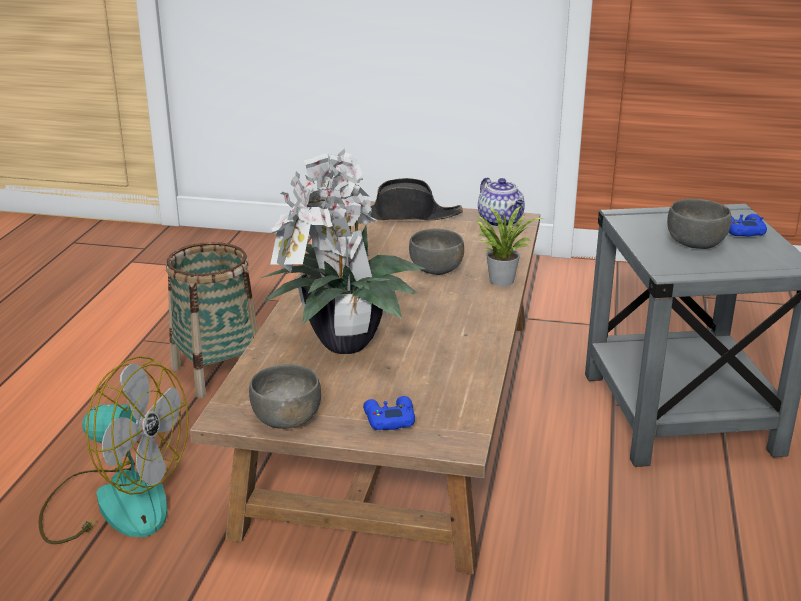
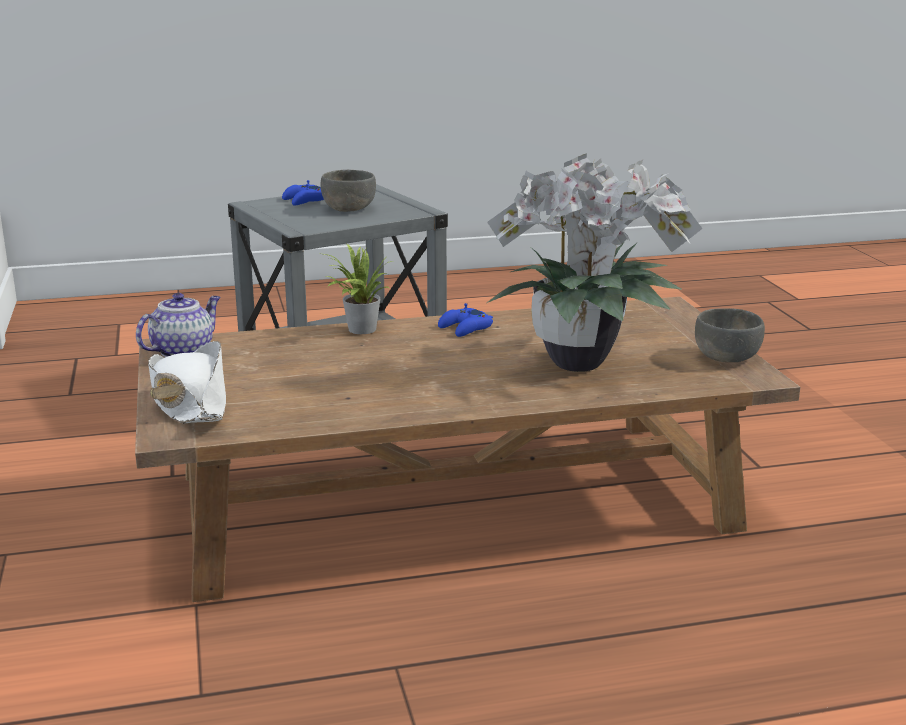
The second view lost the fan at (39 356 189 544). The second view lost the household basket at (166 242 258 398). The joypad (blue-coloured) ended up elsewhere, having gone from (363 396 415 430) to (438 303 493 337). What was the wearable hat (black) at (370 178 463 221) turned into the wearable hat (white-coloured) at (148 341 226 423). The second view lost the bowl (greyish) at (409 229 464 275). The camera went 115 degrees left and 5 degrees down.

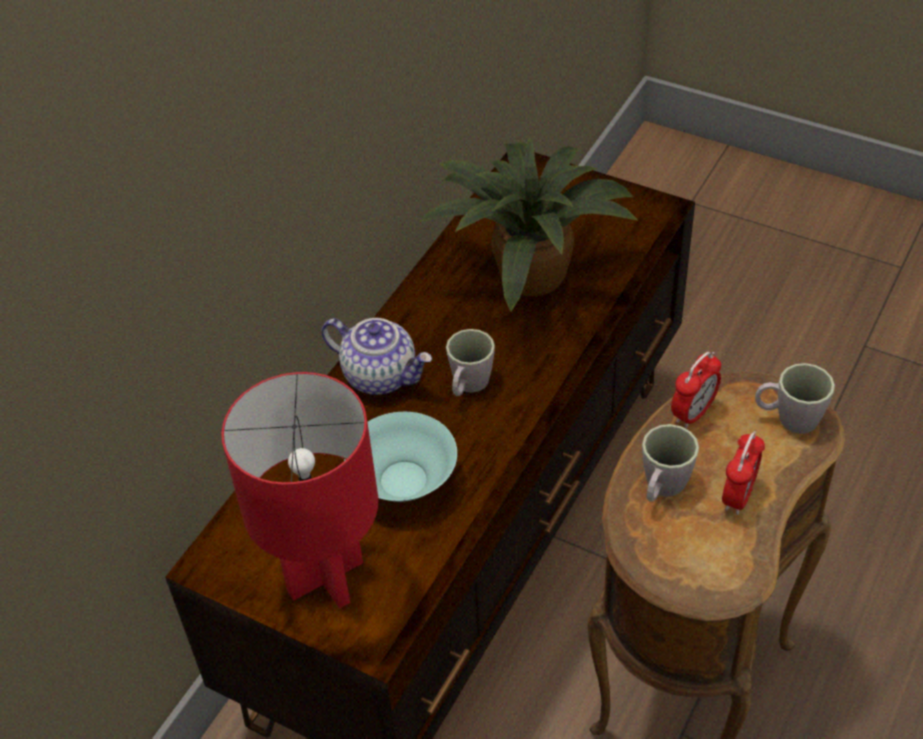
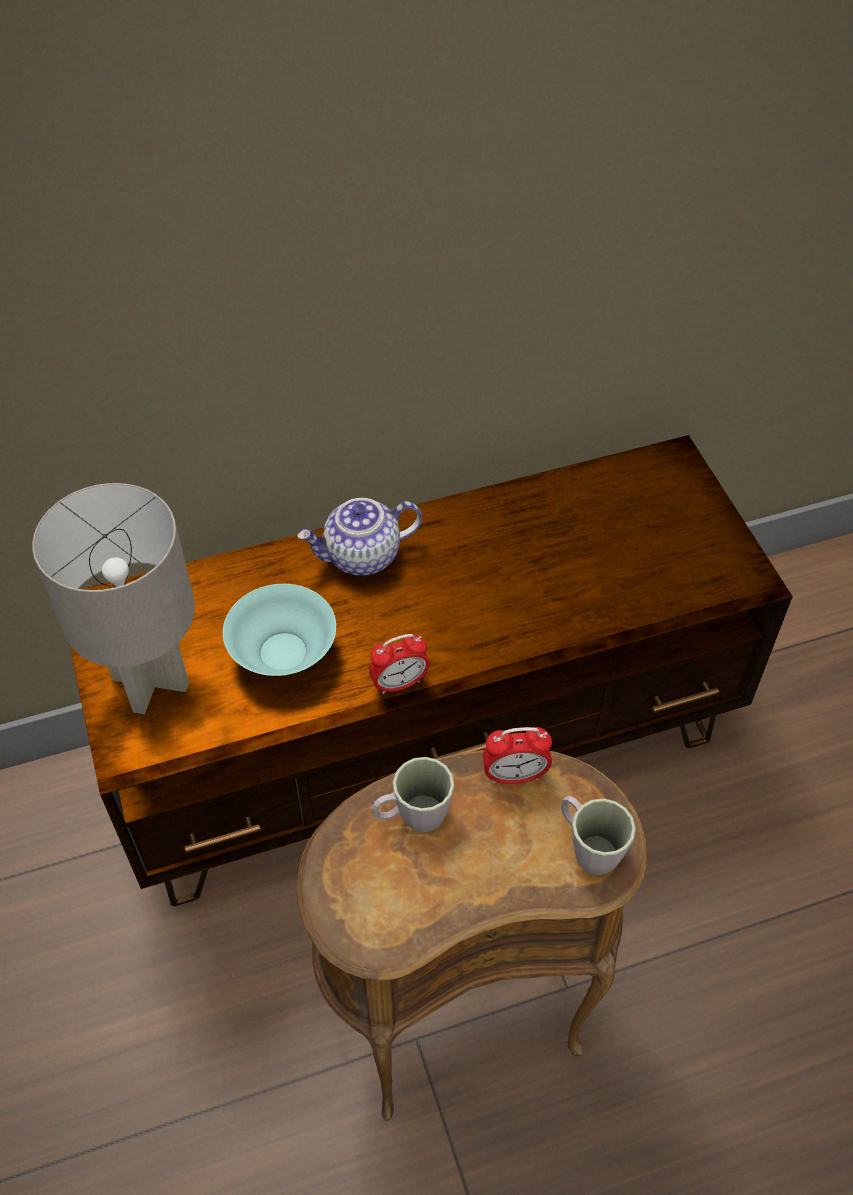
What was the table lamp (red) at (221 372 378 609) turned into the table lamp (greyish) at (32 483 195 714). The teapot at (321 318 432 395) ended up facing another way, 90 degrees clockwise from before. The second view lost the houseplant at (419 138 637 312). The second view lost the coffee mug (greyish) at (446 329 495 396). The table clock ended up elsewhere, having gone from (722 431 765 515) to (369 634 430 694). The camera went 40 degrees right and 5 degrees up.

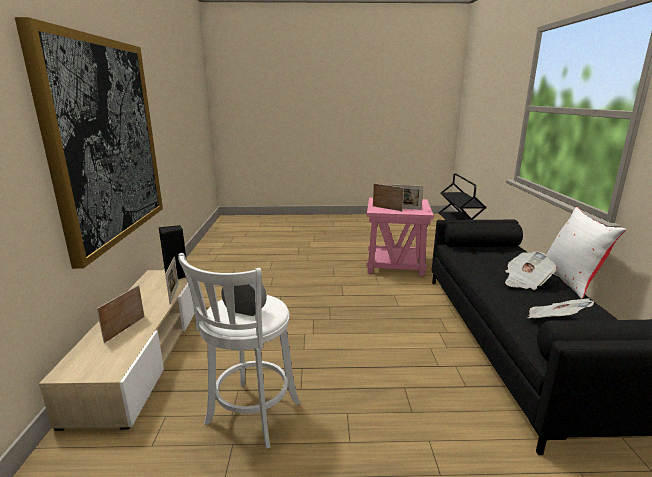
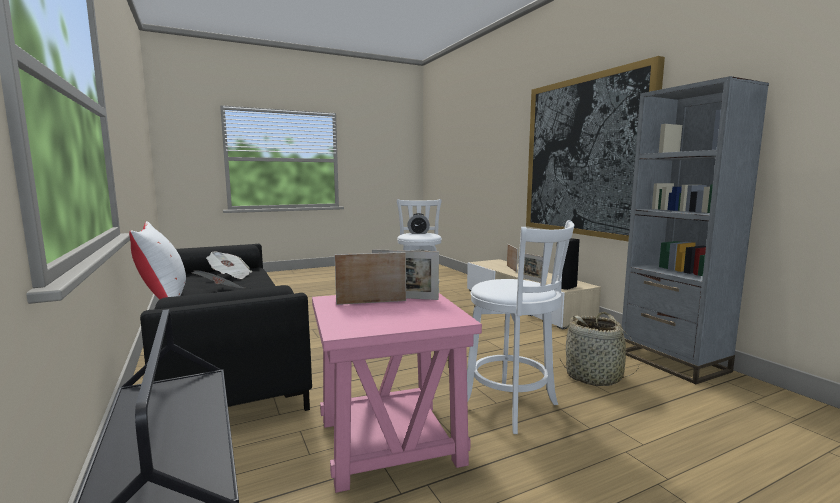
The second view gained the sitting stool (white-coloured) at (467 220 574 434). The second view gained the household basket at (560 312 640 386). The second view gained the shelving unit (greyish) at (622 76 769 384). The camera went 155 degrees right and 10 degrees down.

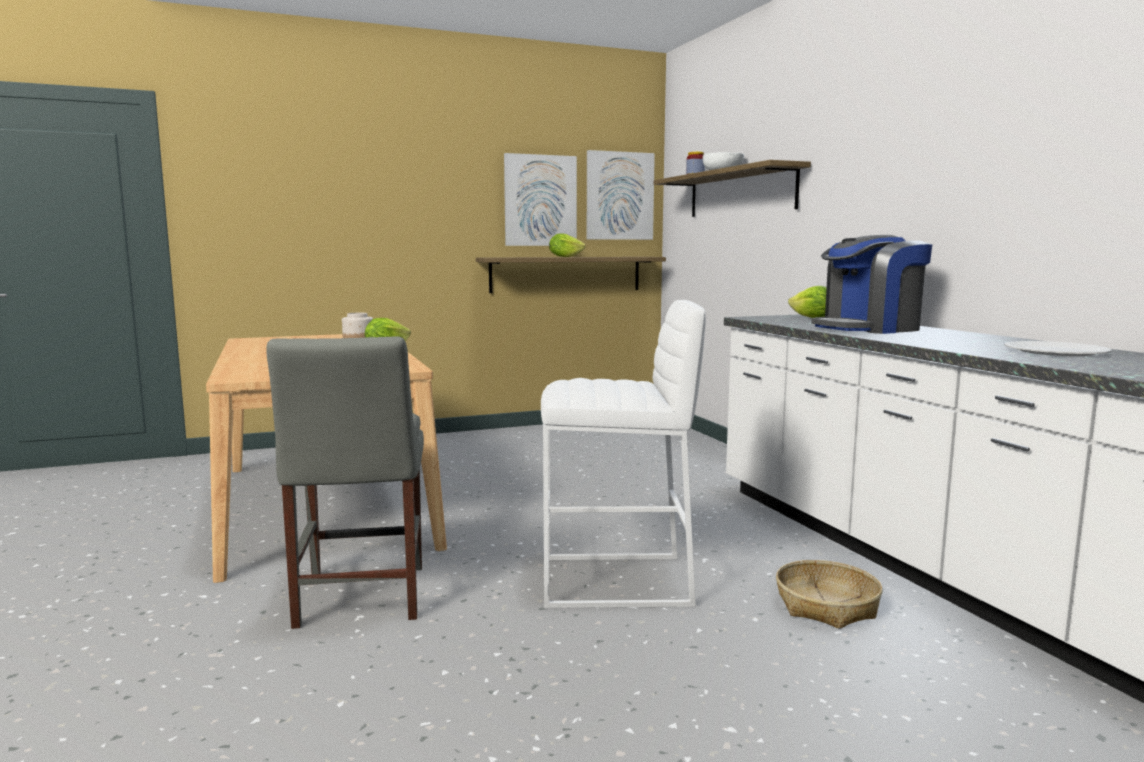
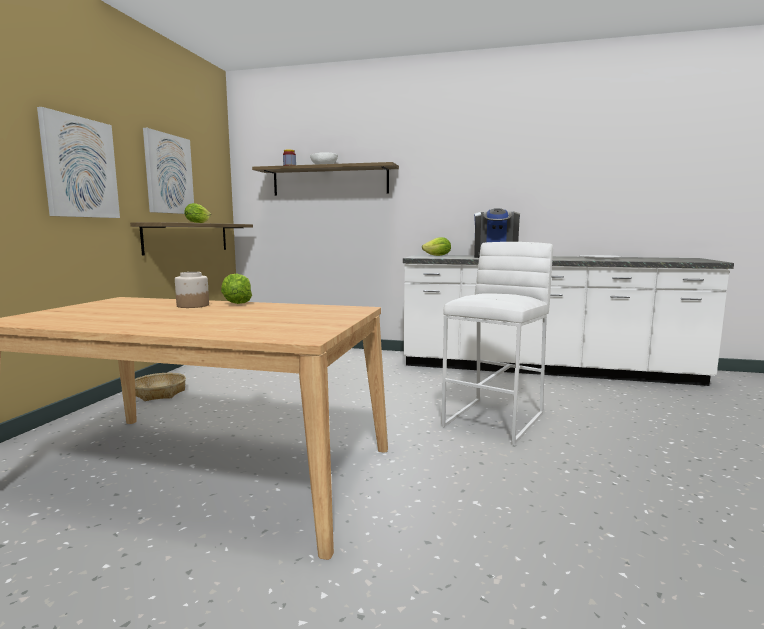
The second view lost the plain chair (greyish) at (266 337 424 629). The wall art ended up elsewhere, having gone from (587 150 655 240) to (37 107 120 218). The household basket ended up elsewhere, having gone from (776 560 883 629) to (135 373 186 401). The camera went 55 degrees left and 0 degrees up.

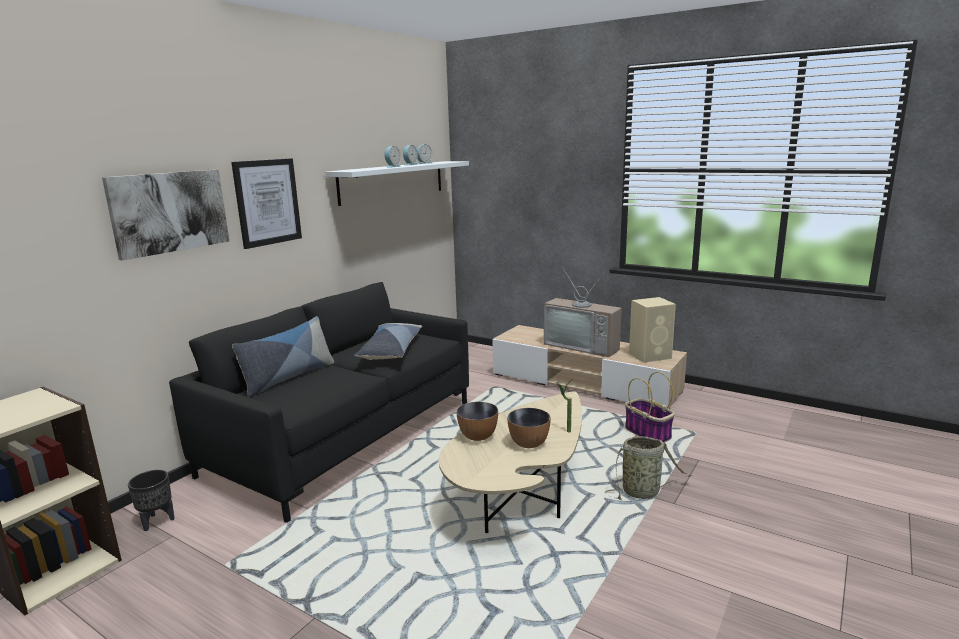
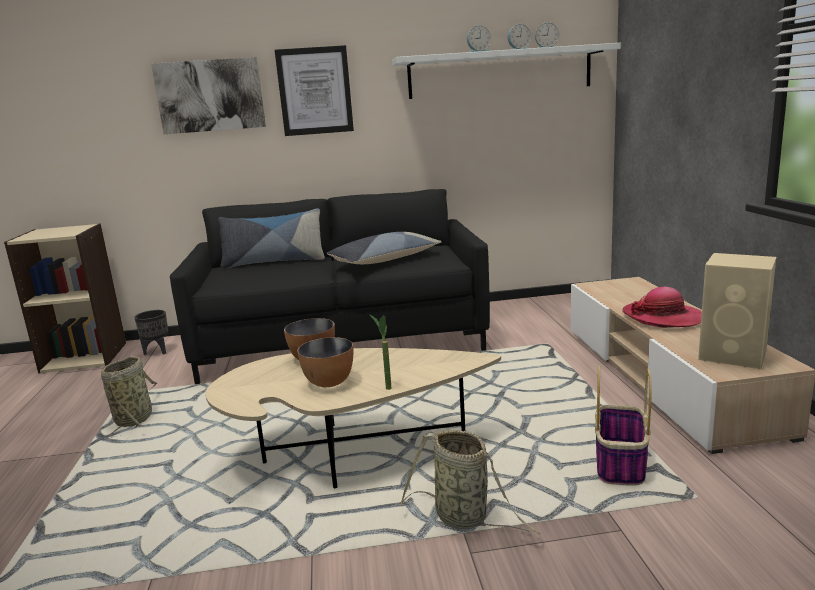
Where the TV set stood at (544 267 621 357), the wearable hat came to stand at (622 287 702 328). The second view gained the household basket at (101 356 157 438). The camera went 50 degrees right and 0 degrees up.

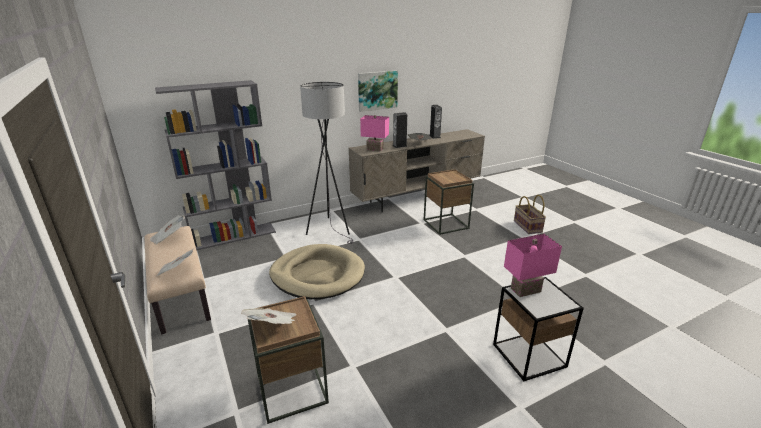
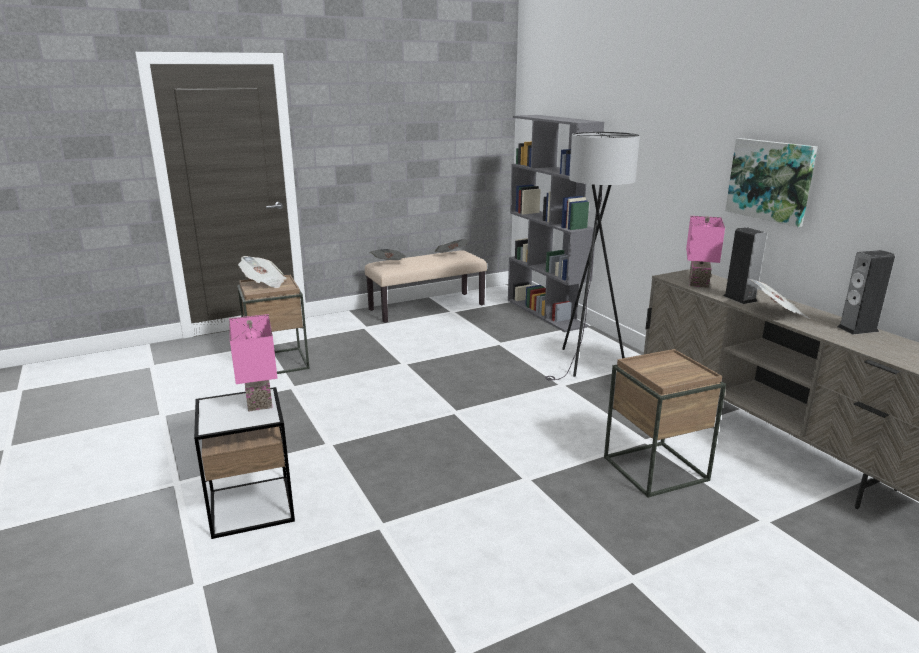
The second view lost the dog cushion (beige) at (269 244 365 299). The second view lost the household basket at (514 195 546 234). The camera went 90 degrees right and 5 degrees down.

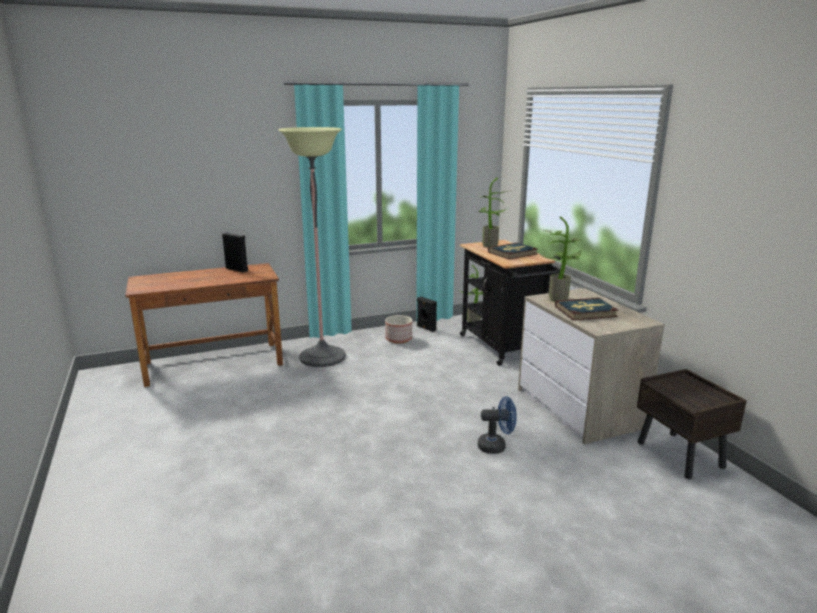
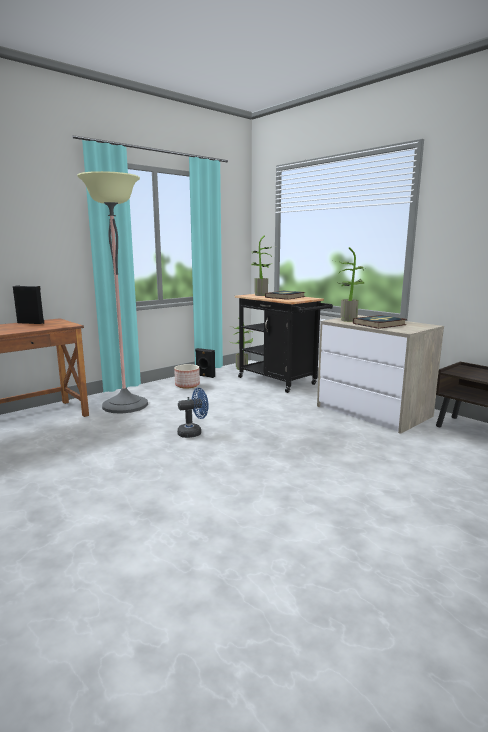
The fan (blue-coloured) ended up elsewhere, having gone from (478 396 517 454) to (177 388 209 438). The camera went 20 degrees left and 5 degrees down.

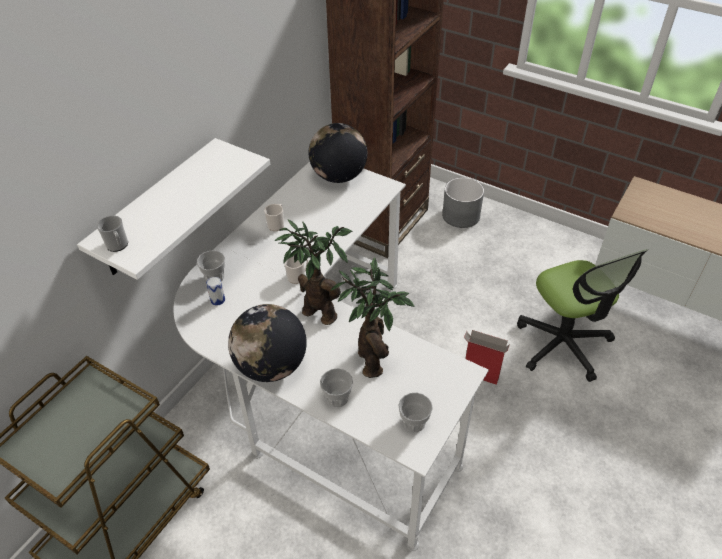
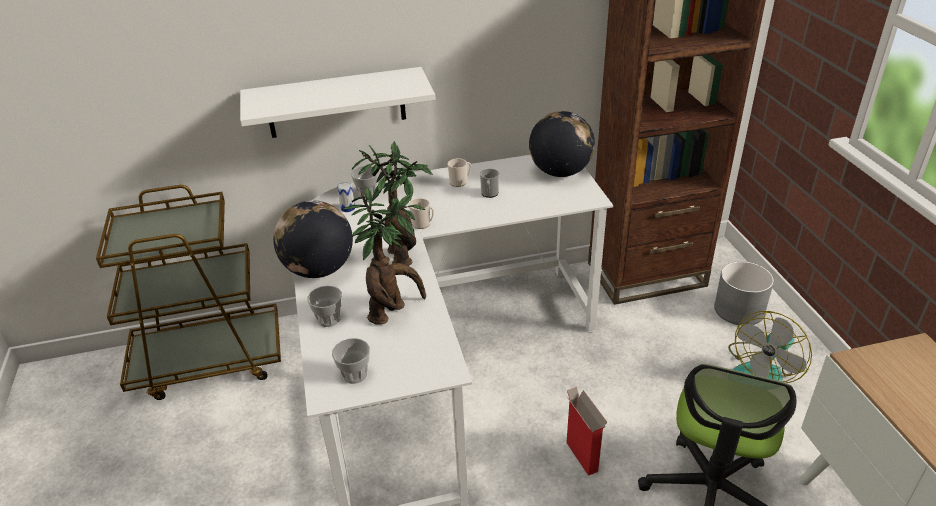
The coffee mug ended up elsewhere, having gone from (97 215 128 252) to (480 169 499 198). The second view gained the fan at (728 311 812 383). The camera went 45 degrees right and 10 degrees down.

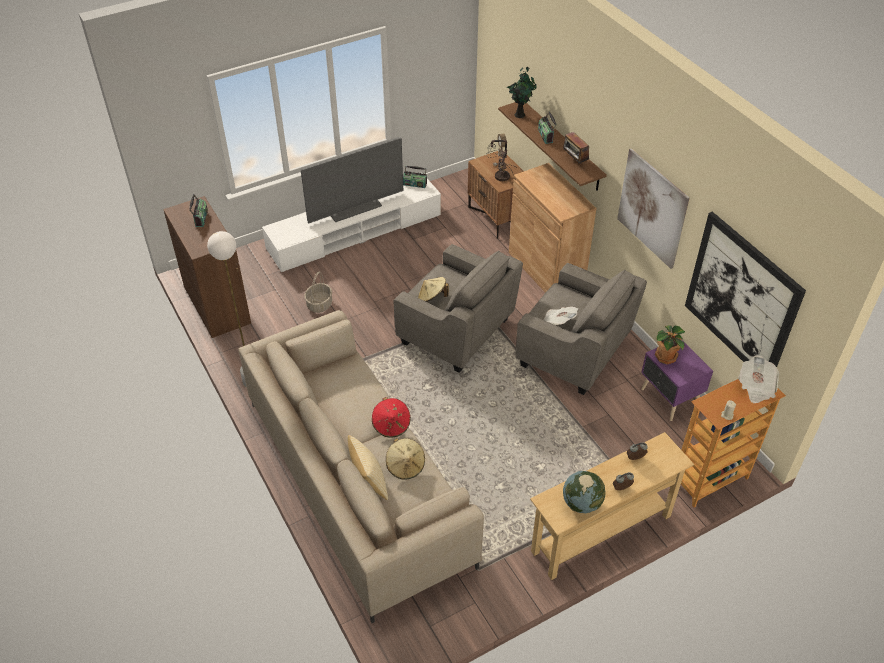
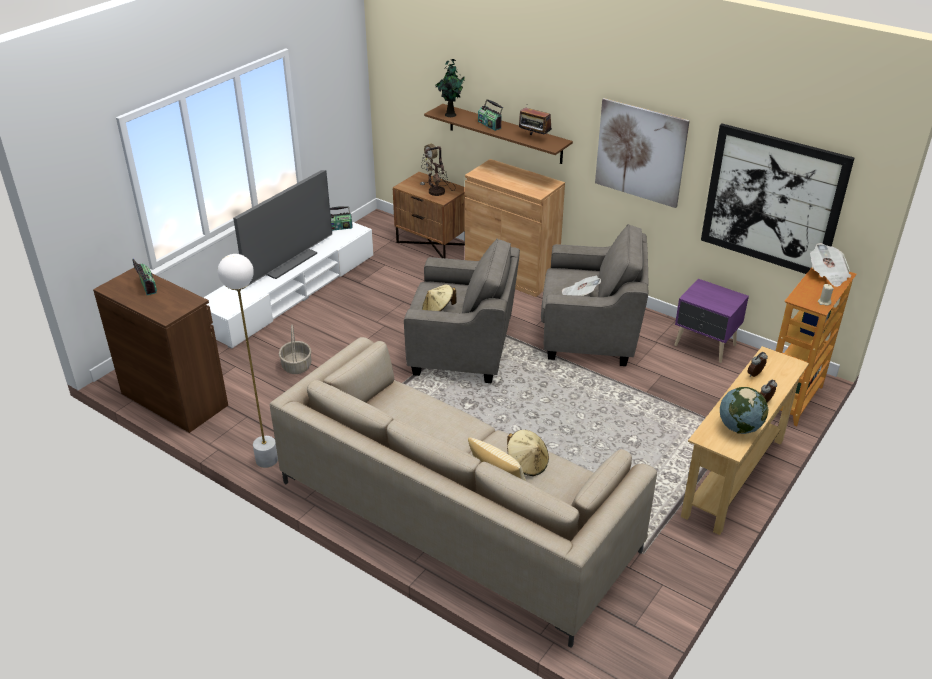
The second view lost the wearable hat (red) at (372 397 411 438). The second view lost the houseplant at (655 325 685 364). The camera went 25 degrees left and 10 degrees down.

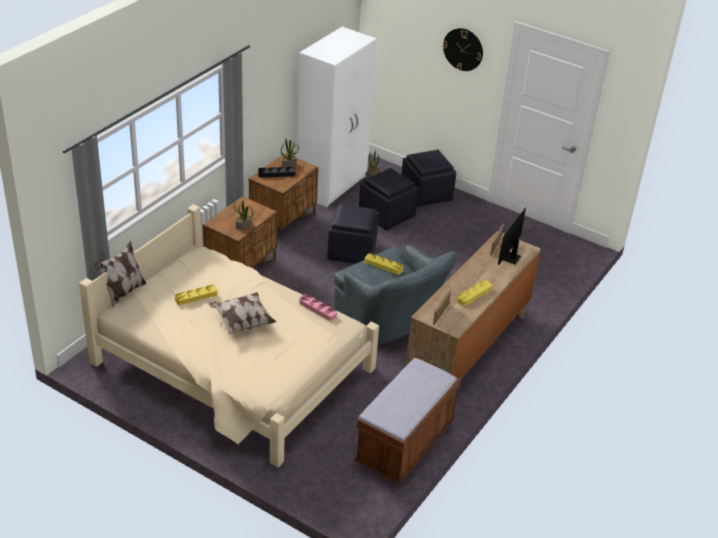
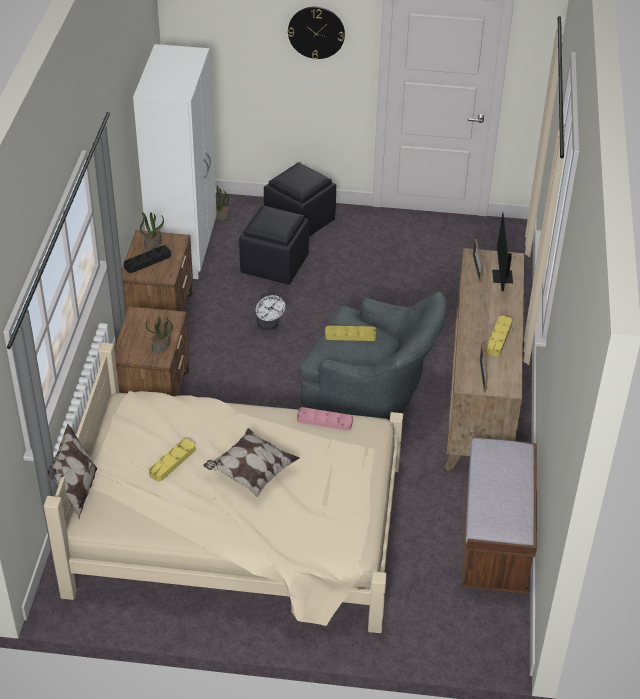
Where the ottoman (black) stood at (328 204 379 264), the fan (white-coloured) came to stand at (256 292 285 330). The camera went 25 degrees left and 5 degrees up.

